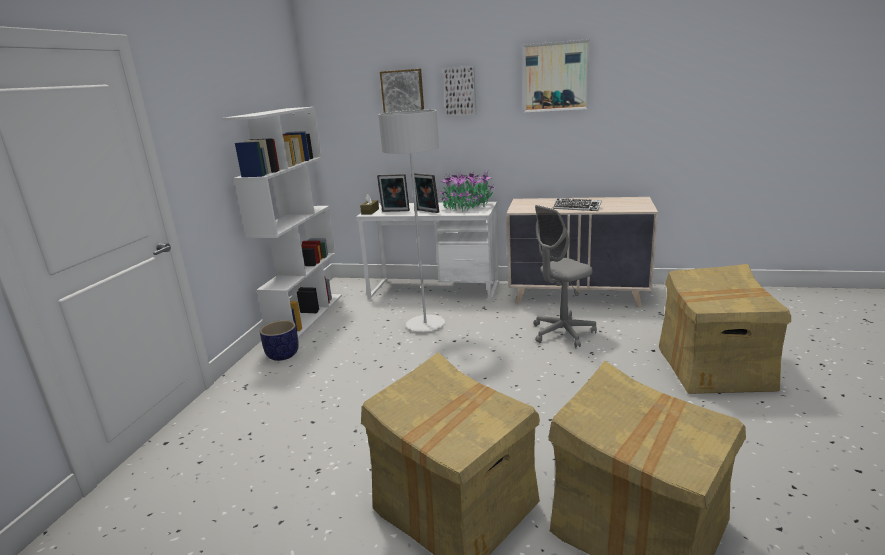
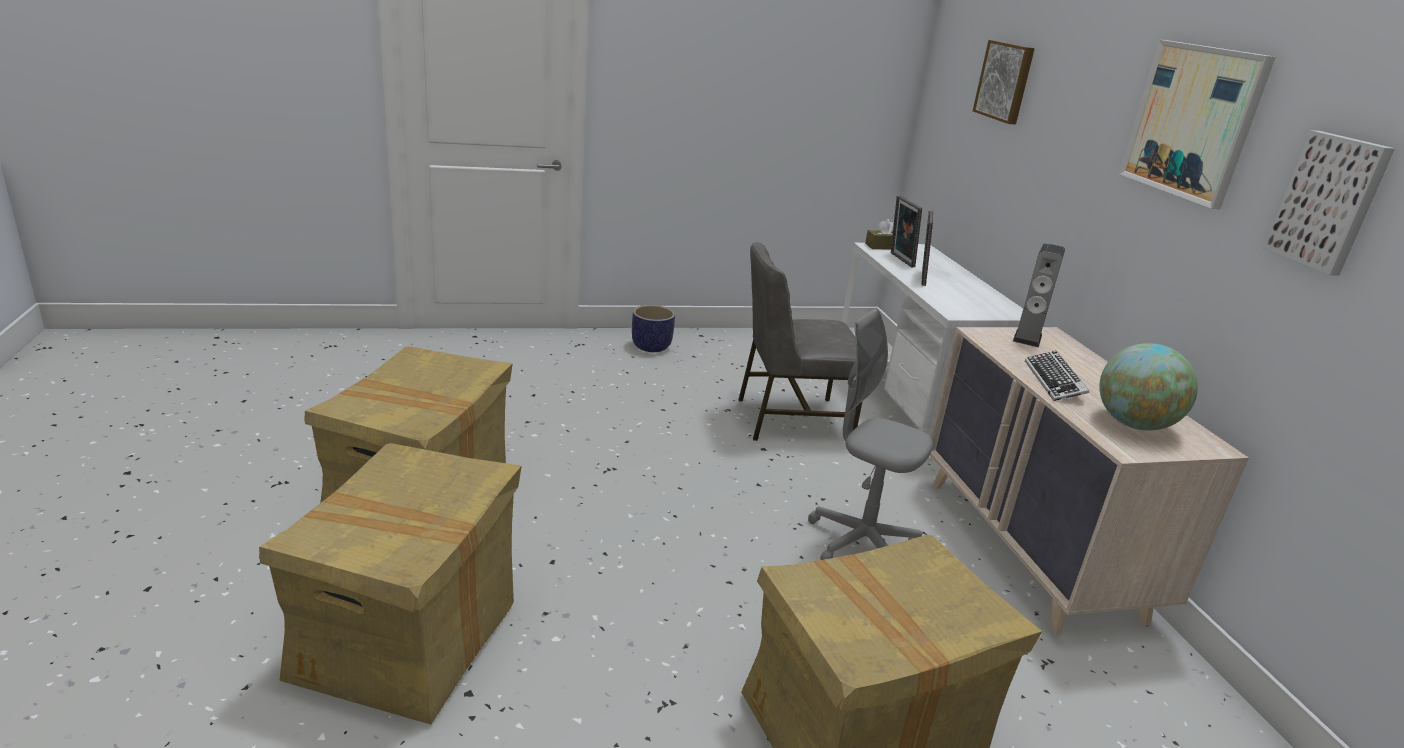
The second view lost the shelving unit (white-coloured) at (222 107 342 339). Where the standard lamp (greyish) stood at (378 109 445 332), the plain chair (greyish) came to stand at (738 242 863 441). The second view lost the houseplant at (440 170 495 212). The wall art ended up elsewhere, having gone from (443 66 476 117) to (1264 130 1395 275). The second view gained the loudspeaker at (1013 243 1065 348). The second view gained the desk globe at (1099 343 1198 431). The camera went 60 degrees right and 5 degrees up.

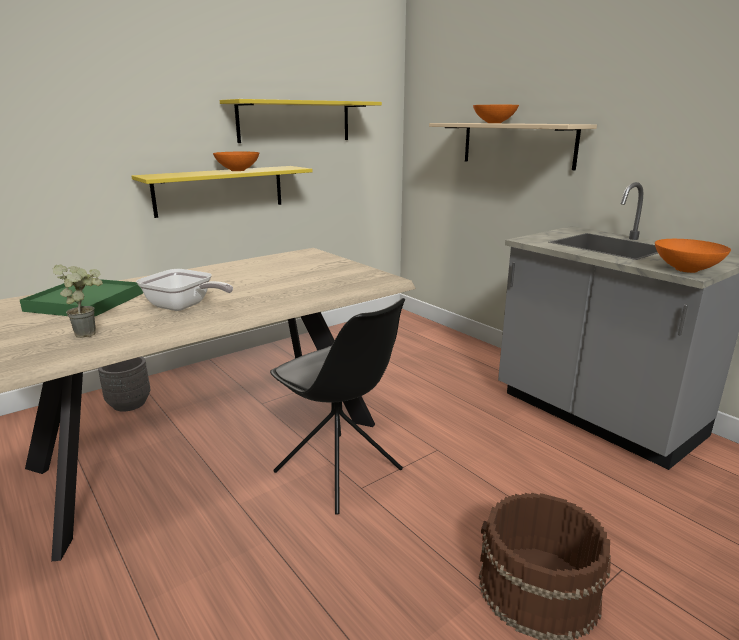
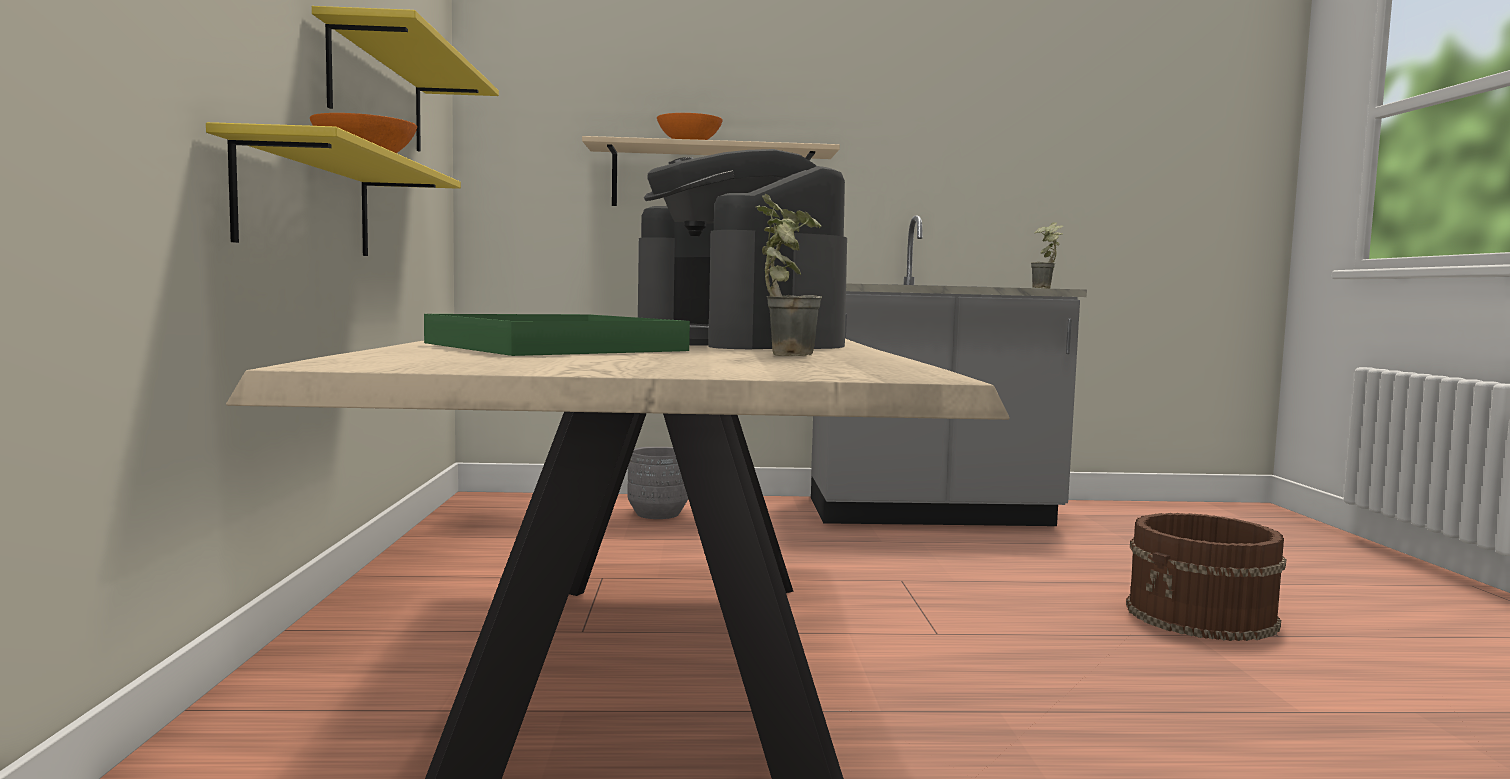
The planter (greyish) ended up elsewhere, having gone from (98 356 150 412) to (627 447 688 519). Where the skillet stood at (136 269 233 311), the coffee machine came to stand at (638 149 847 349). The second view lost the plain chair (black) at (270 298 405 514). Where the bowl (orangey) stood at (655 239 731 273), the houseplant came to stand at (1031 222 1063 288). The camera went 55 degrees left and 15 degrees down.

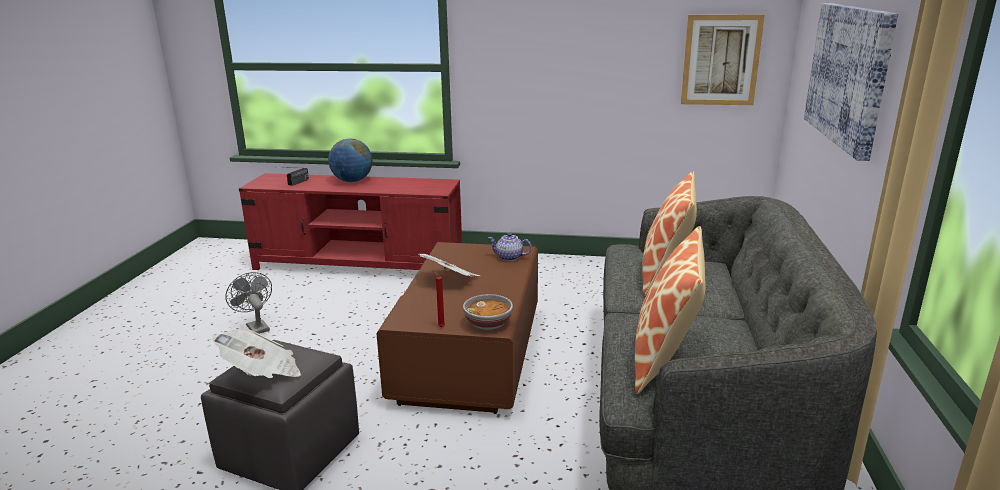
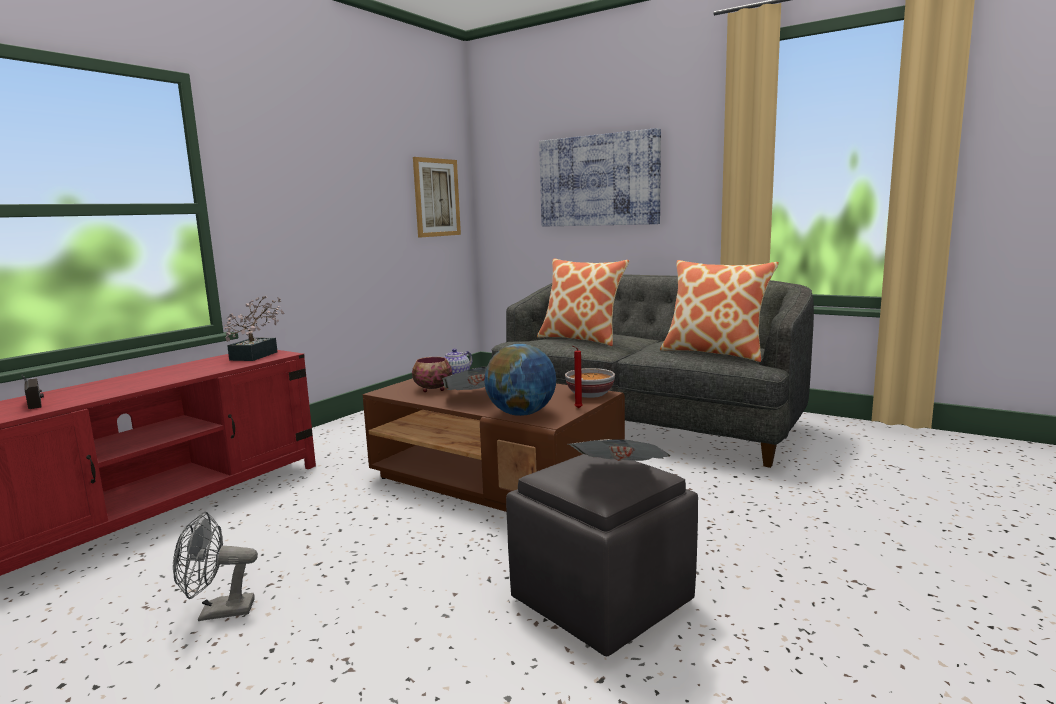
The desk globe ended up elsewhere, having gone from (328 138 373 182) to (484 344 556 416). The second view gained the houseplant at (224 296 284 361). The second view gained the bowl at (412 357 452 392). The camera went 65 degrees left and 10 degrees down.

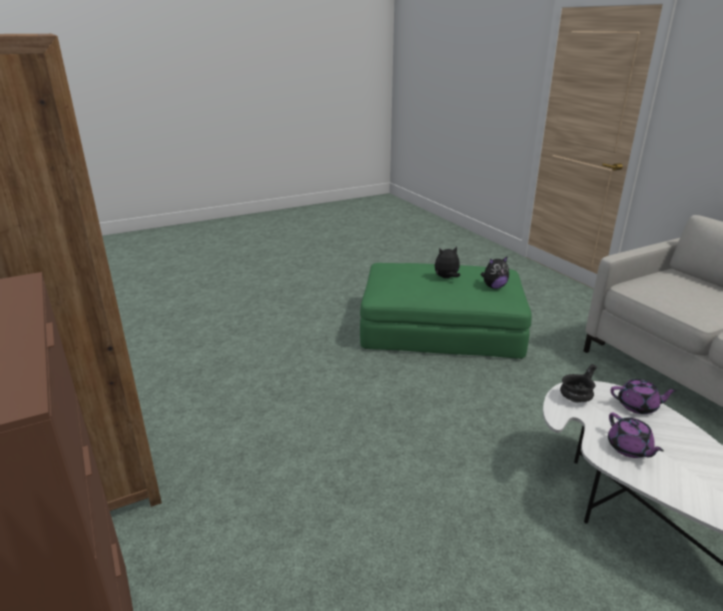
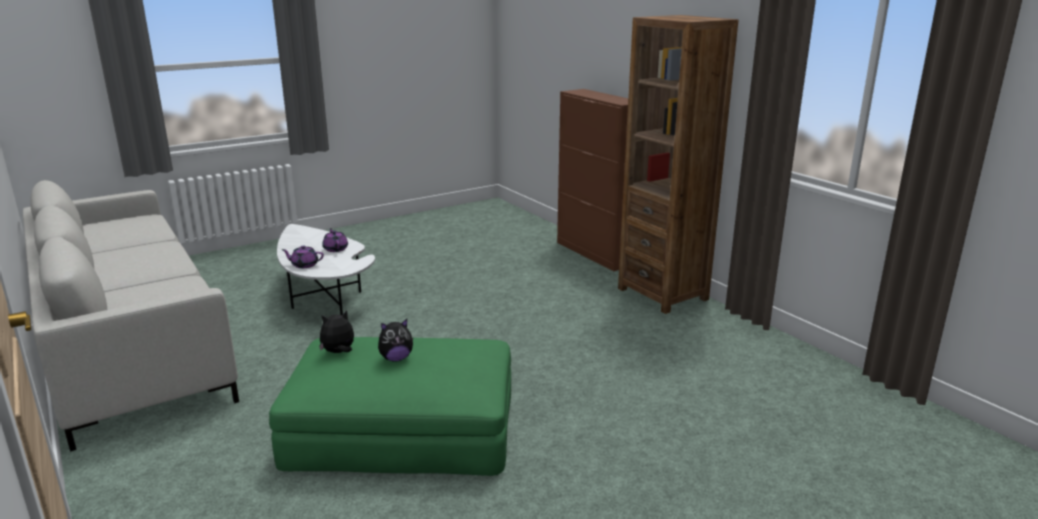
The second view lost the bowl (black) at (560 364 597 403). The camera went 175 degrees right and 5 degrees down.

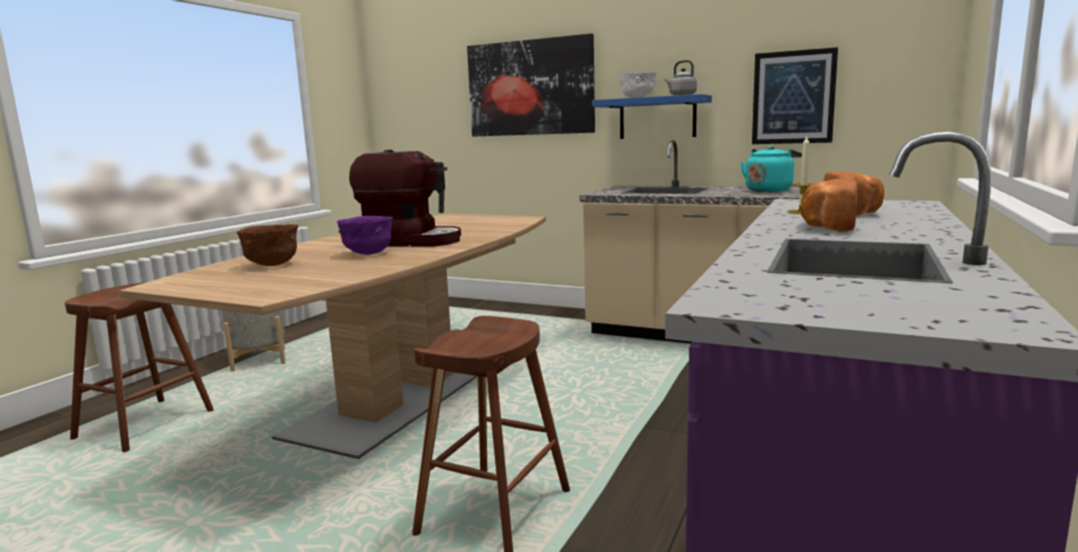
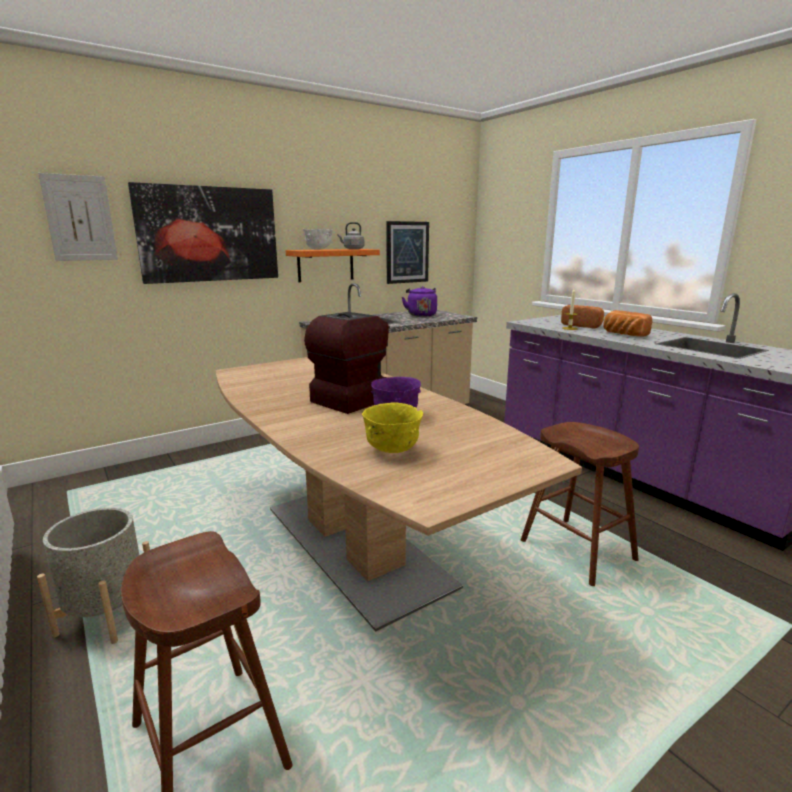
What was the bowl (brown-coloured) at (237 224 298 266) turned into the bowl (yellowish) at (362 402 423 453). What was the bracket shelf (blue-coloured) at (592 94 712 139) turned into the bracket shelf (orangey) at (285 249 380 282). What was the kettle (blue-green) at (740 146 802 192) turned into the kettle (purple) at (402 286 437 317). The second view gained the wall art at (38 173 118 261). The camera went 60 degrees left and 5 degrees up.

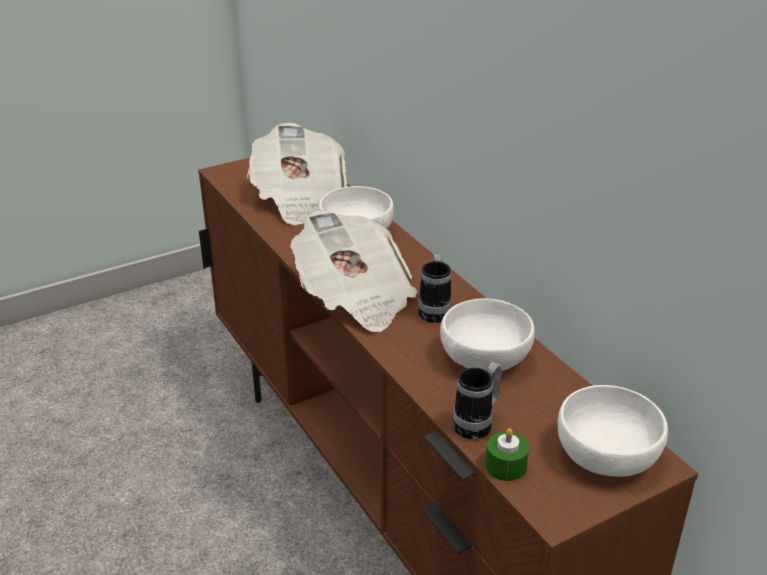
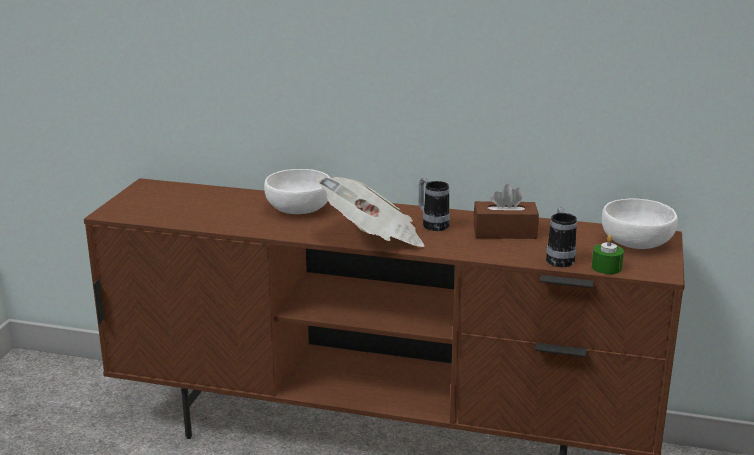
The second view lost the newspaper at (247 123 347 225). Where the bowl (white-coloured) stood at (440 298 535 372), the box of tissues (brown-coloured) came to stand at (473 184 539 239). The camera went 45 degrees left and 10 degrees down.

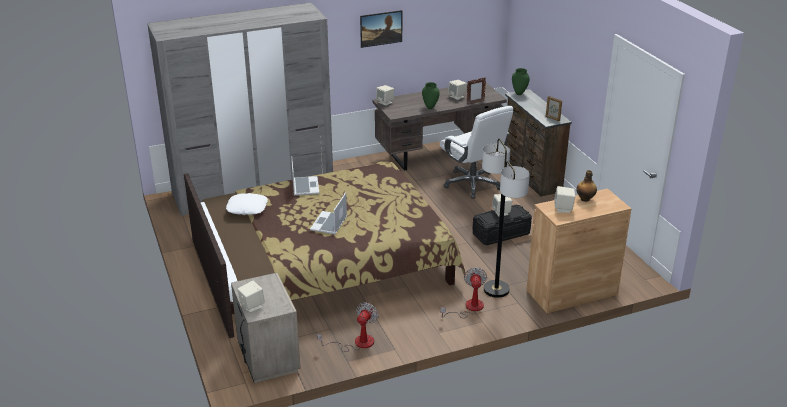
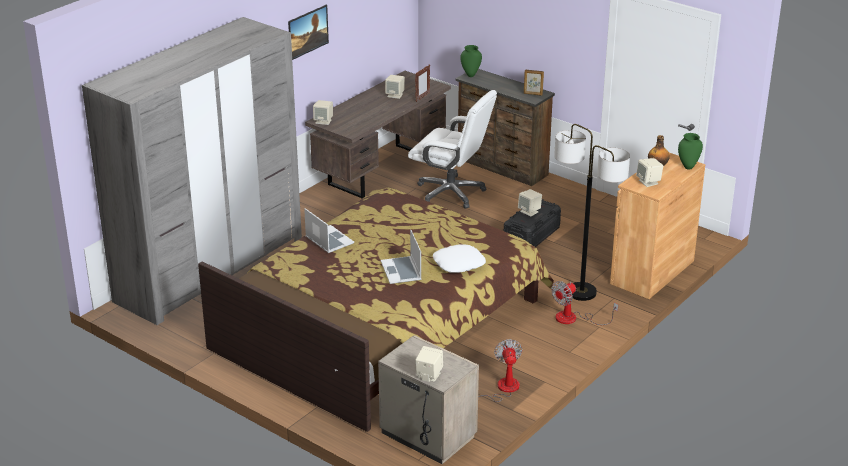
The cushion (white-coloured) ended up elsewhere, having gone from (226 193 268 215) to (433 244 486 273). The decorative vase (greenish) ended up elsewhere, having gone from (422 82 440 109) to (678 133 703 170). The fan at (440 267 487 318) ended up facing another way, 105 degrees counterclockwise from before. The camera went 30 degrees left and 0 degrees up.

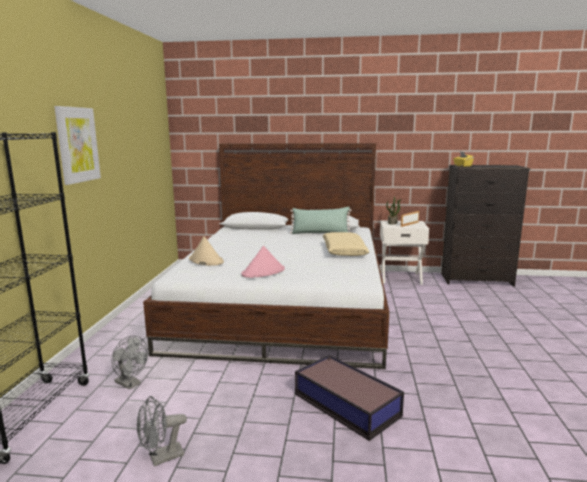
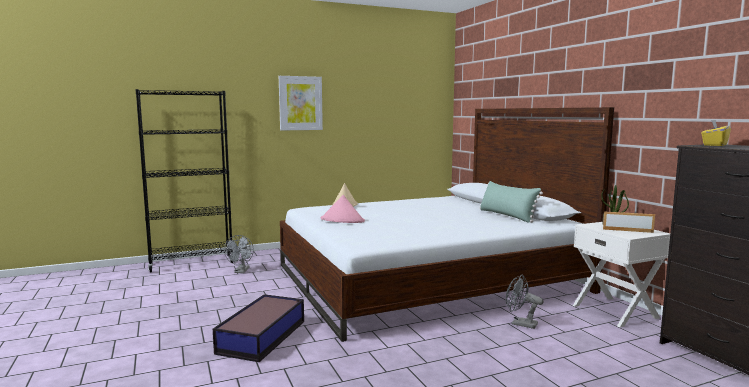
The fan (greyish) ended up elsewhere, having gone from (137 396 187 466) to (506 274 544 329). The second view lost the cushion (beige) at (323 232 369 256). The camera went 60 degrees right and 5 degrees down.

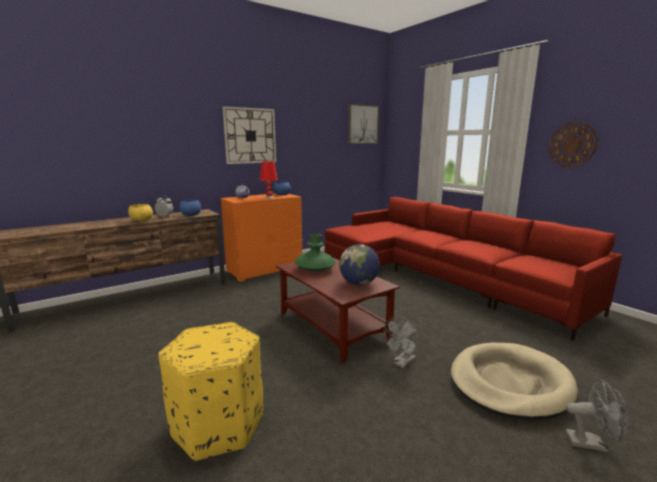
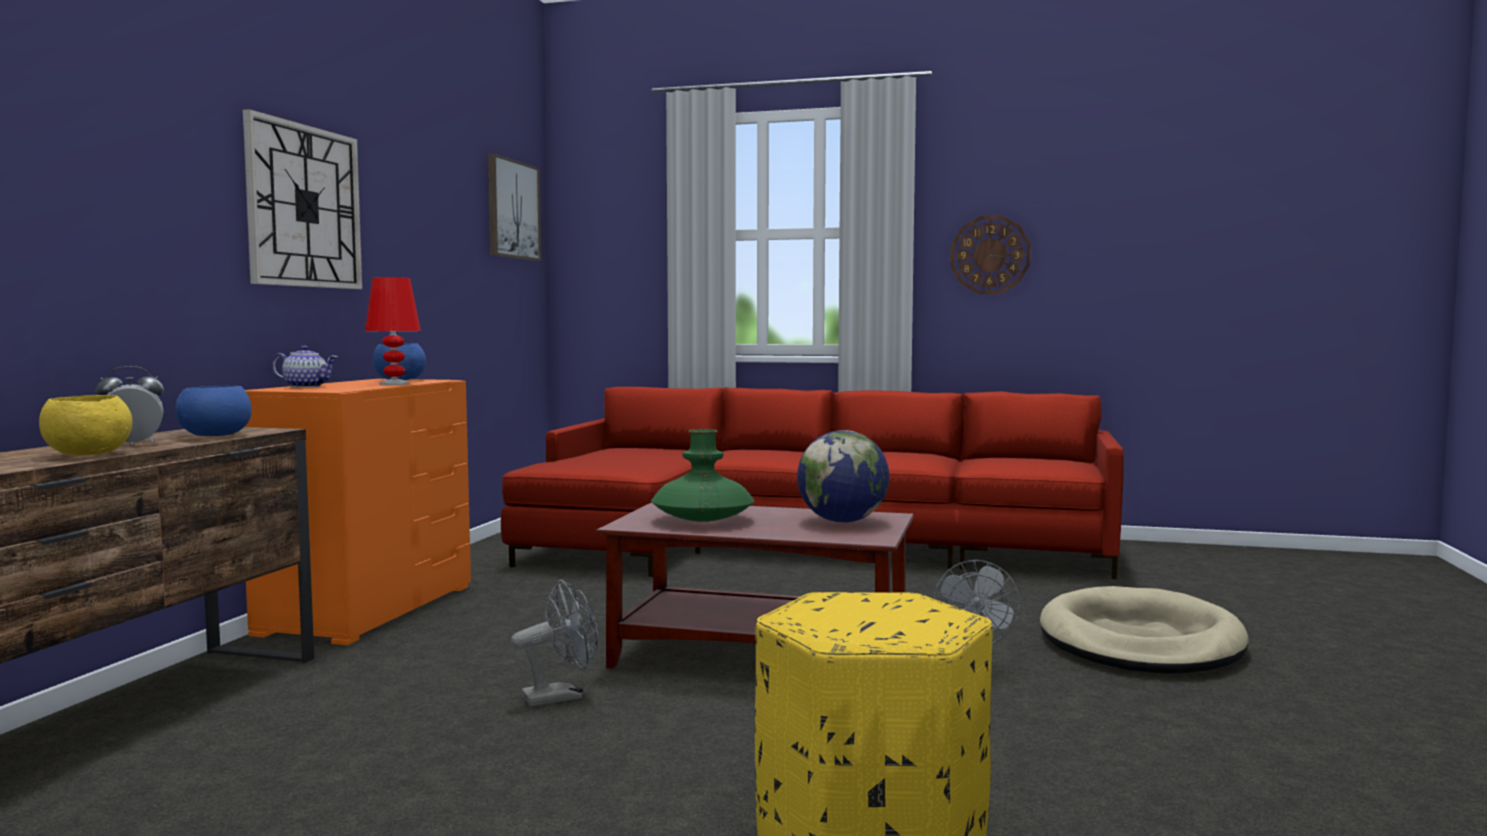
The fan (greyish) ended up elsewhere, having gone from (565 380 630 452) to (511 580 598 706). The camera went 40 degrees left and 10 degrees down.

